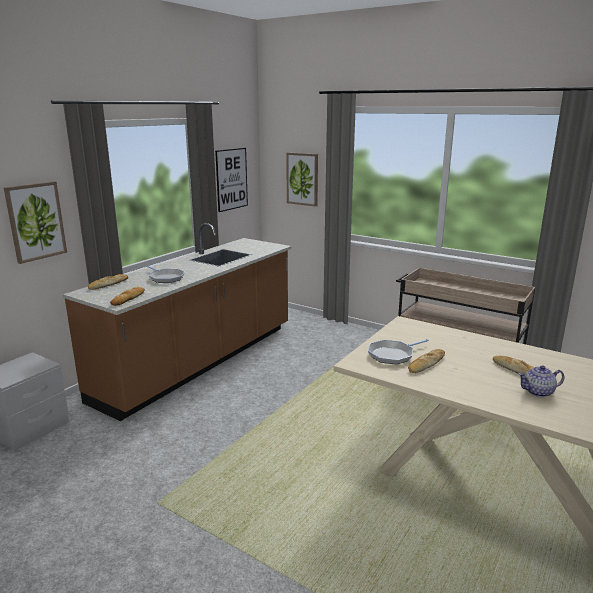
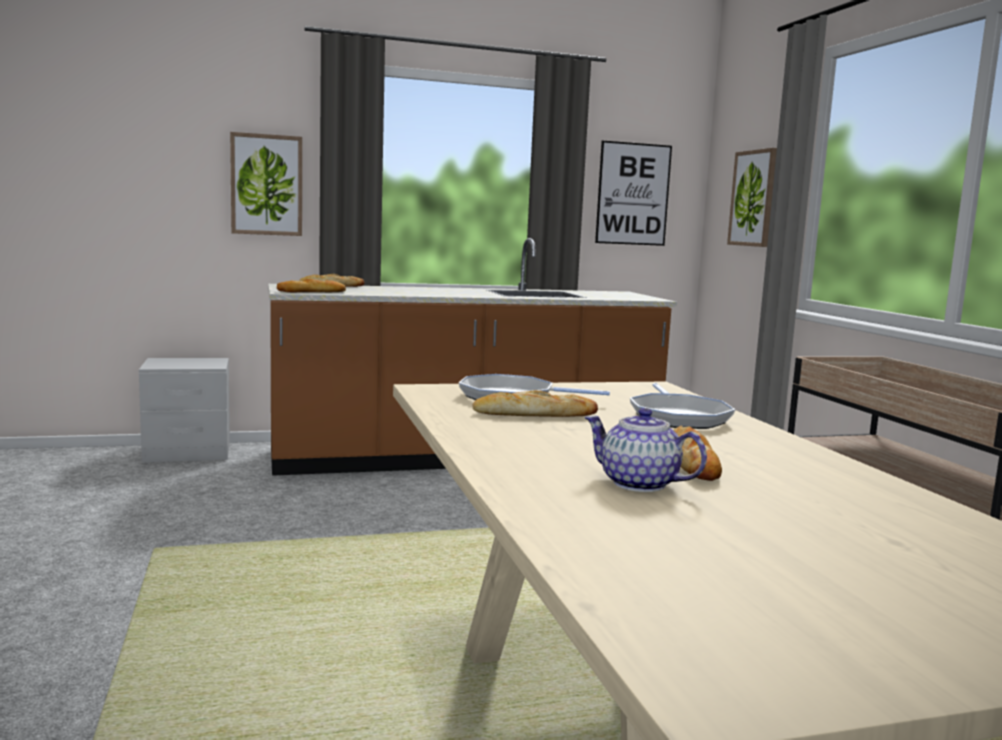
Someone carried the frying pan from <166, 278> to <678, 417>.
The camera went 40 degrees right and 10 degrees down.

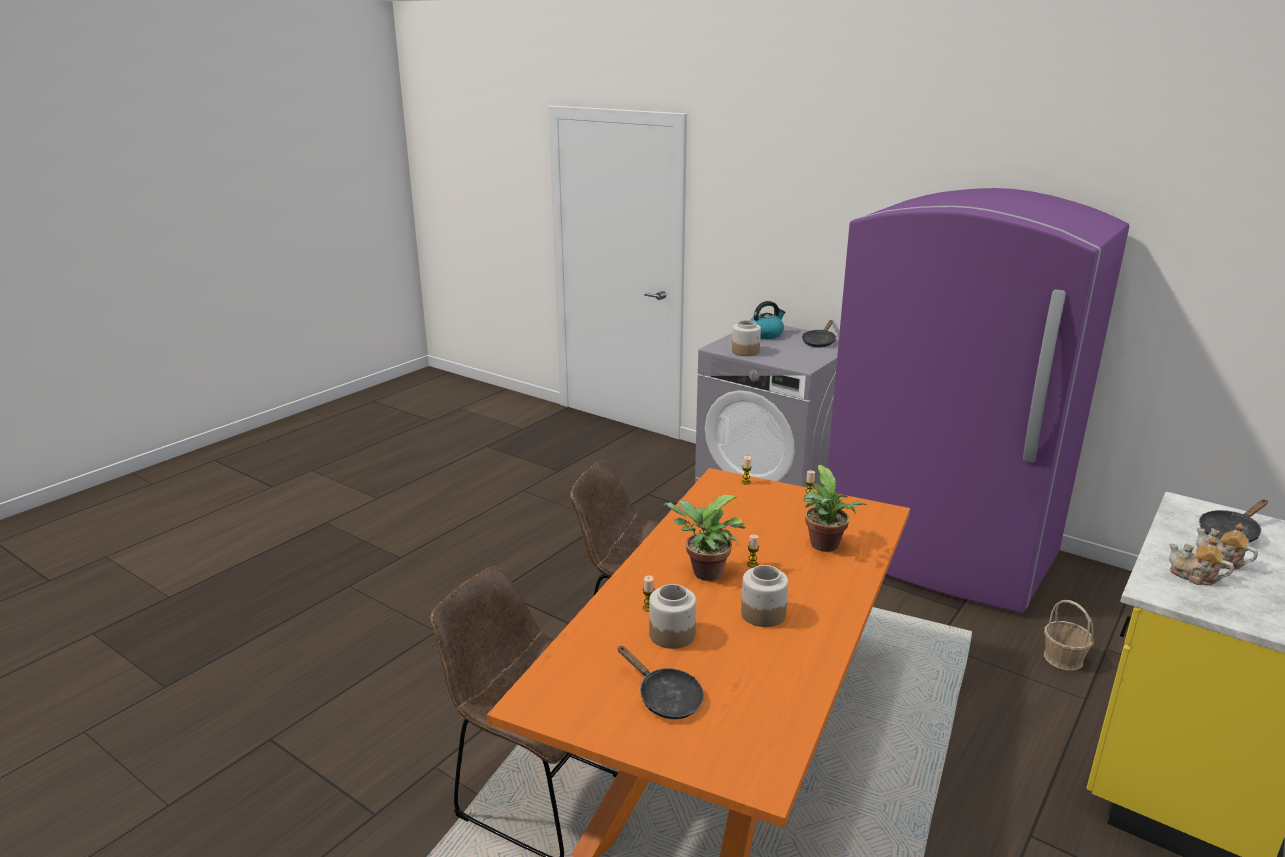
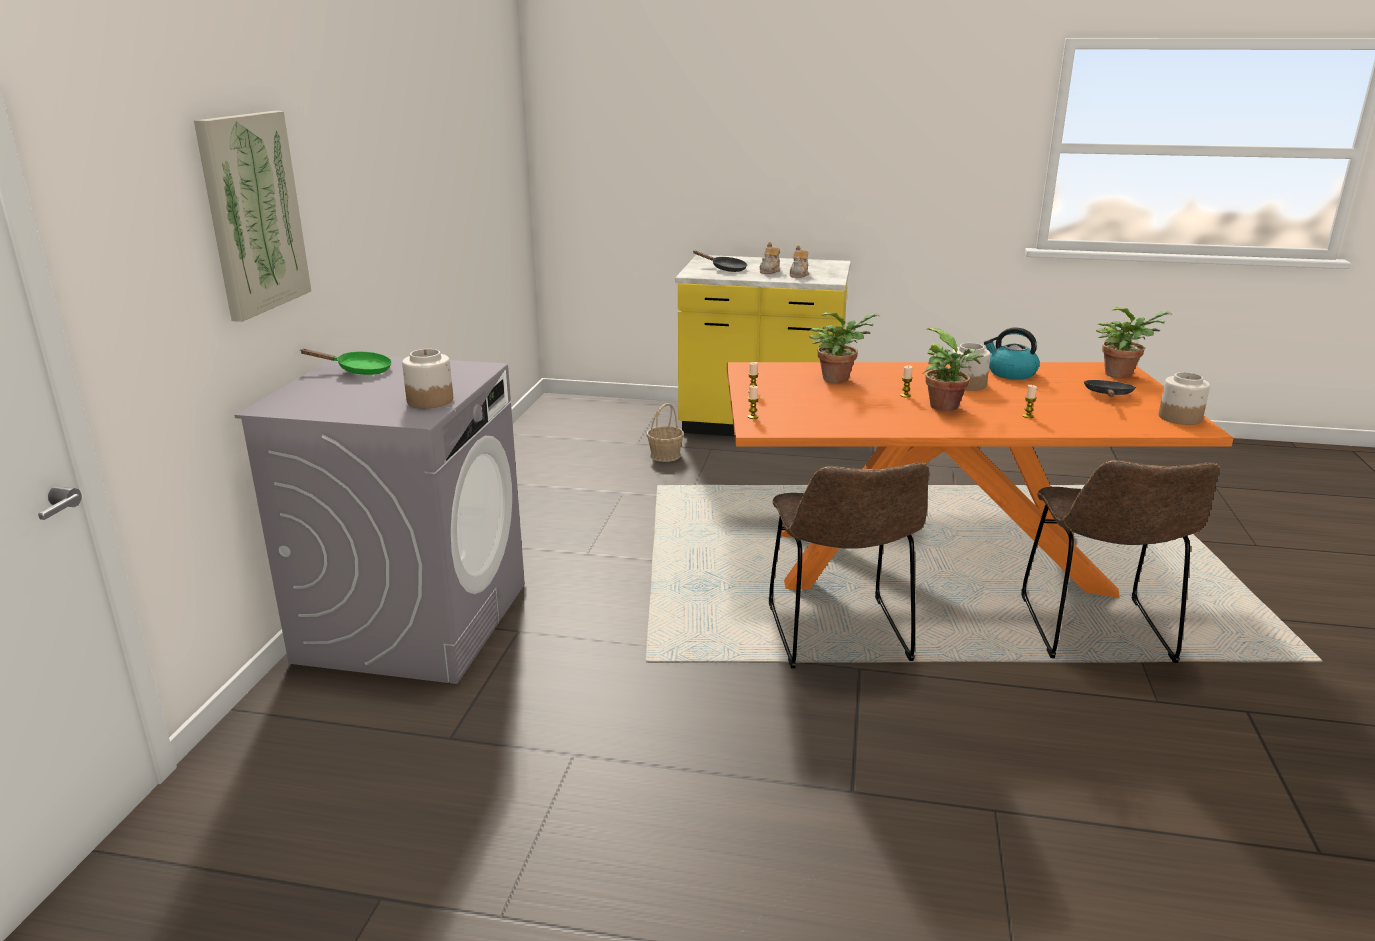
Someone put up the wall art at <252, 213>.
Someone repainted the black-coloured frying pan at <819, 342>, which became the green-coloured frying pan at <359, 370>.
Someone carried the tea kettle from <765, 334> to <1010, 373>.
Someone put down the houseplant at <1121, 374>.
Someone carried the jar from <672, 634> to <1179, 418>.
Someone took away the purple-coloured kitchen fridge at <938, 553>.
The camera went 115 degrees left and 0 degrees up.

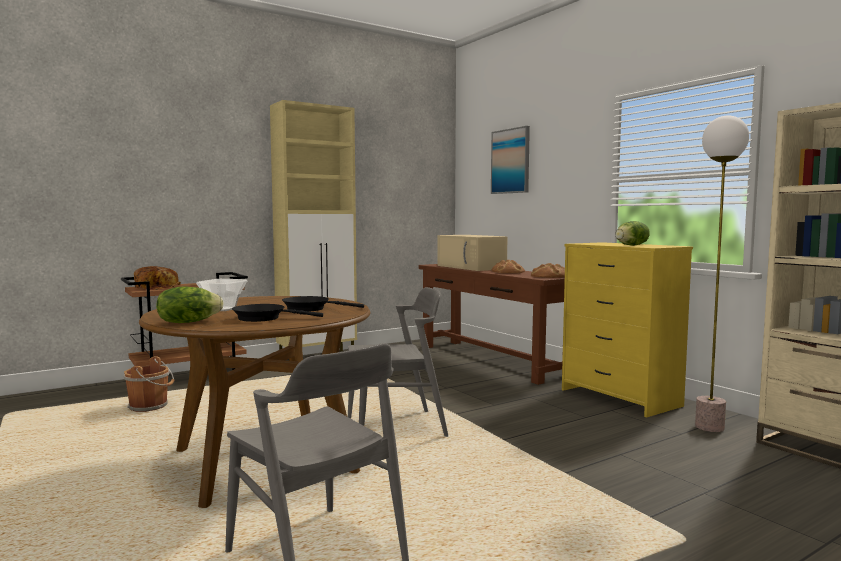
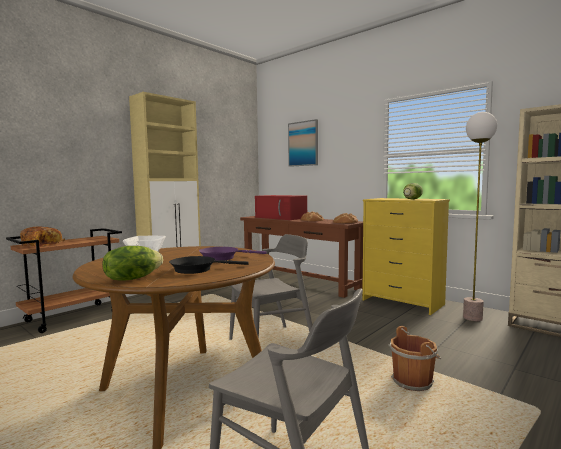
Someone repainted the black-coloured frying pan at <310, 309>, which became the purple-coloured frying pan at <222, 257>.
Someone repainted the beige-coloured kitchen microwave at <472, 267>, which became the red kitchen microwave at <281, 217>.
Someone carried the brown-coloured bucket from <150, 407> to <413, 382>.
The camera went 15 degrees left and 0 degrees up.

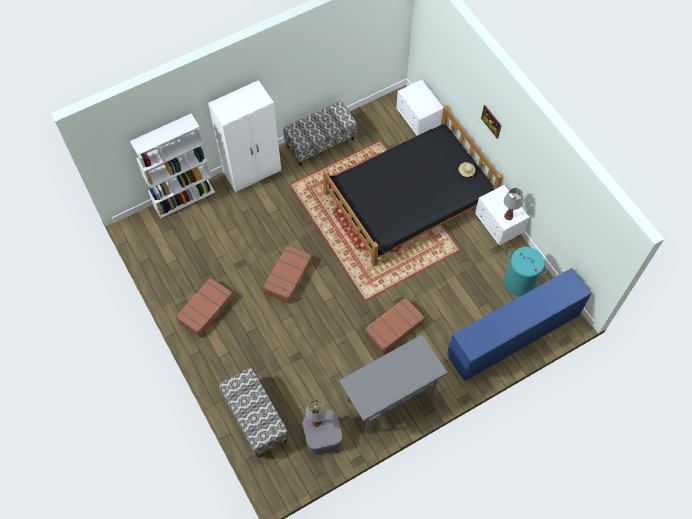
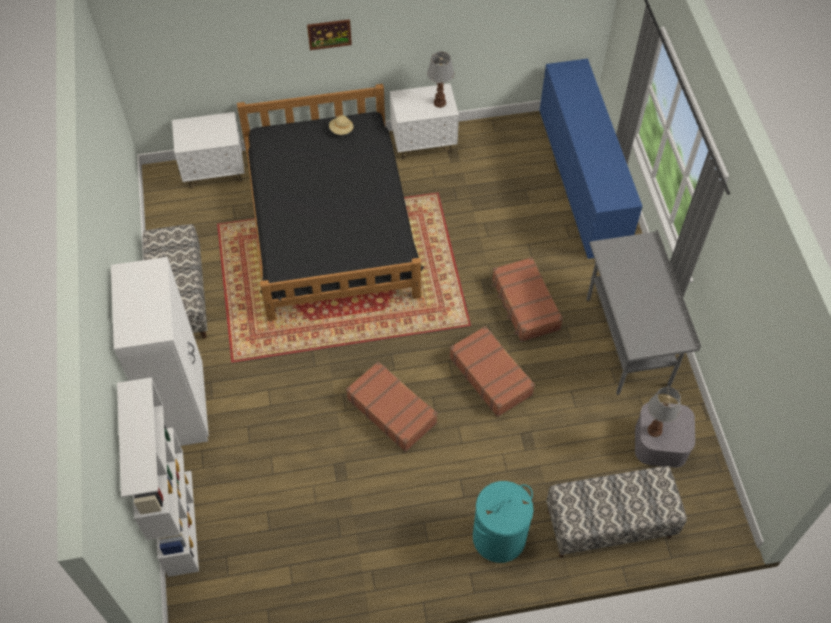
Someone carried the brown-coloured piece of luggage from <206, 310> to <491, 375>.
Someone carried the turquoise washing basket from <519, 282> to <499, 537>.
The camera went 70 degrees left and 5 degrees down.

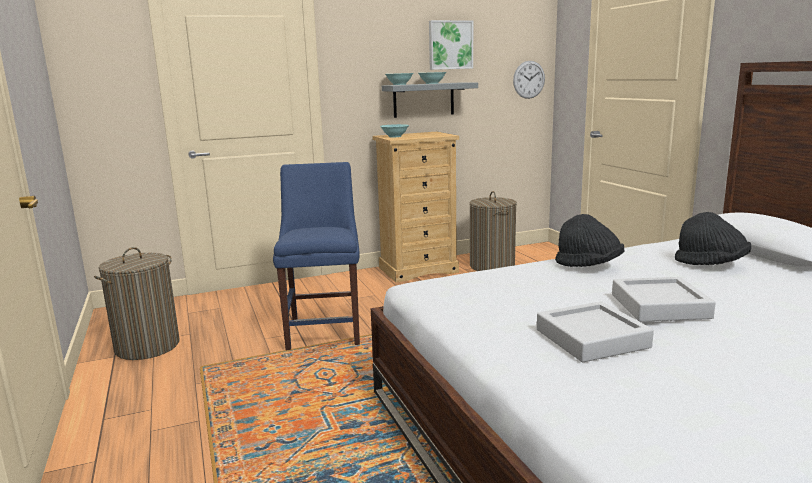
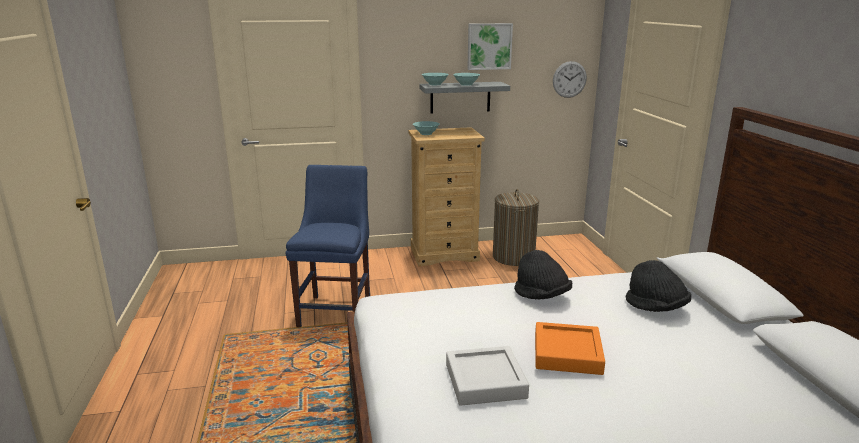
Someone repainted the gray tray at <659, 306>, which became the orange-coloured tray at <567, 354>.
Someone took away the washing basket at <147, 346>.
The camera went 10 degrees right and 5 degrees up.

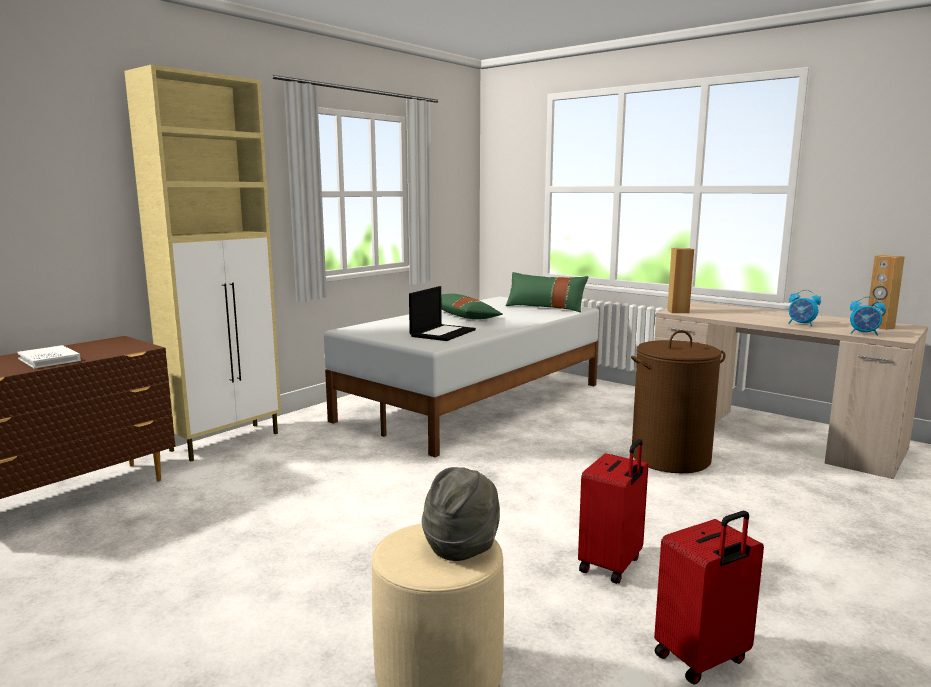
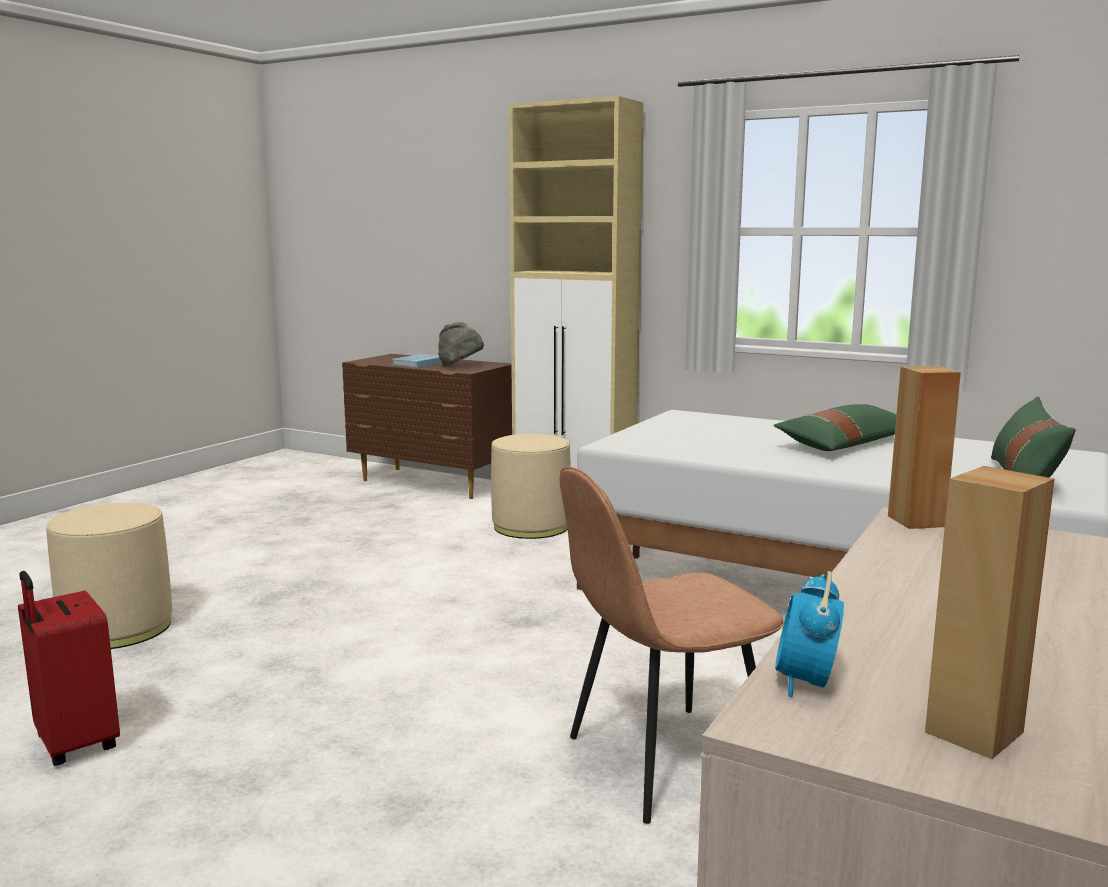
Someone repainted the whitish book at <49, 359>, which became the blue book at <419, 363>.
Someone carried the gray hat from <462, 545> to <460, 366>.
Someone put down the beige-coloured footrest at <531, 526>.
Someone swapped the brown-coloured washing basket at <670, 458> for the brown-coloured upright chair at <664, 762>.
Someone took away the portable computer at <442, 333>.
Someone took away the red piece of luggage at <612, 565>.
Someone took away the table clock at <801, 324>.
The camera went 80 degrees right and 0 degrees up.

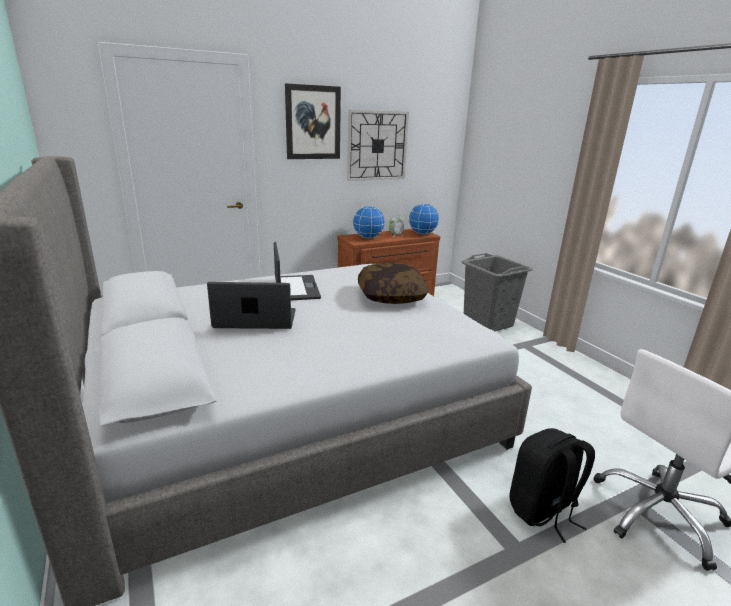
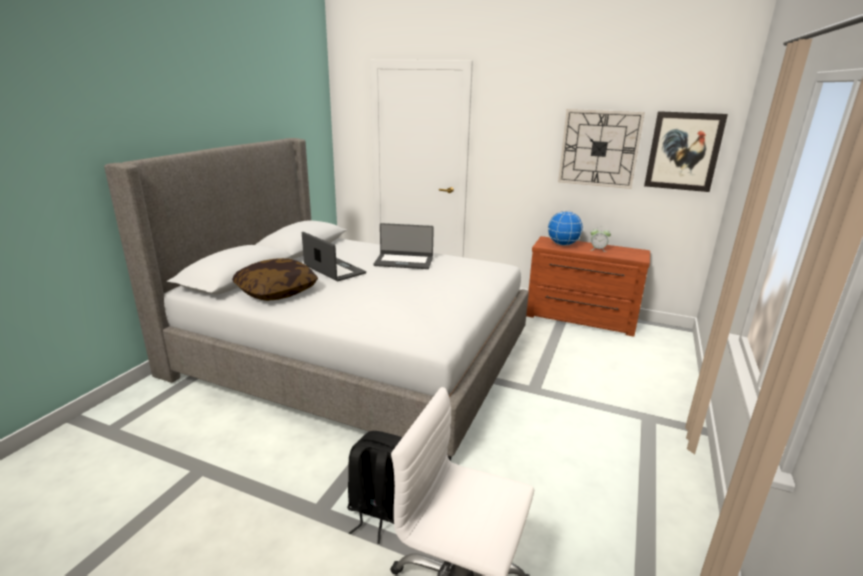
Someone carried the pillow from <390, 296> to <277, 291>.
Someone rotated the portable computer at <295, 288> by 60 degrees clockwise.
Someone carried the wall art from <313, 122> to <683, 151>.
Someone took away the world globe at <422, 233>.
Someone took away the gray washing basket at <487, 323>.
The camera went 50 degrees right and 0 degrees up.

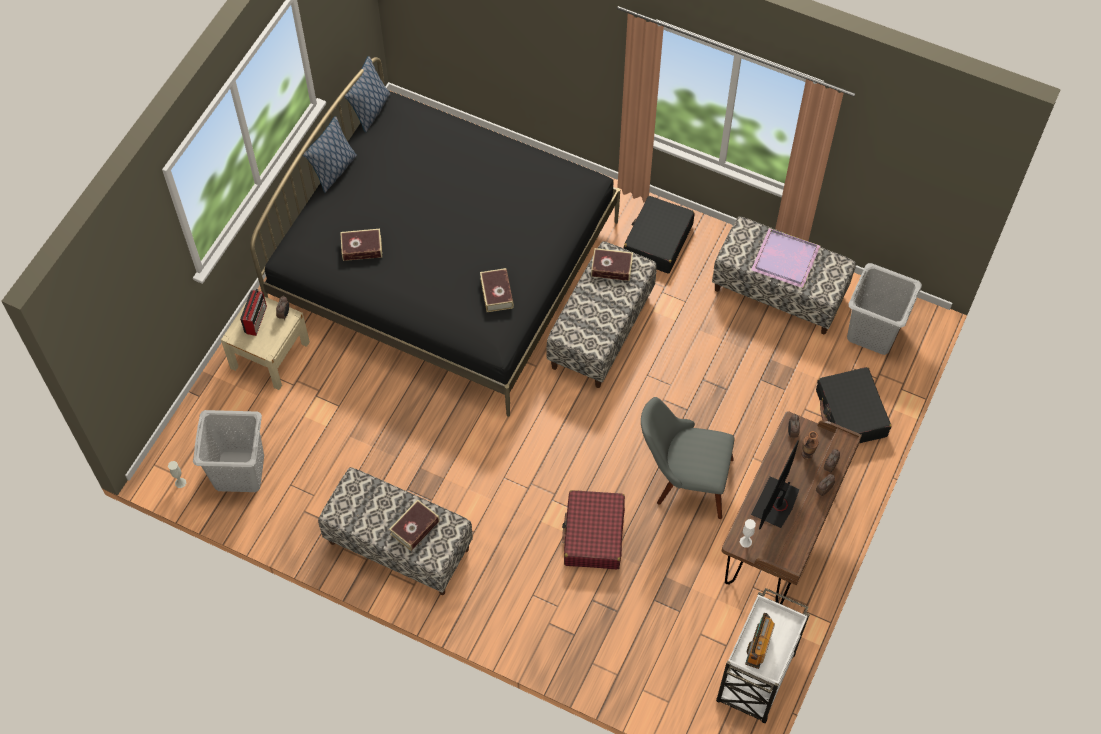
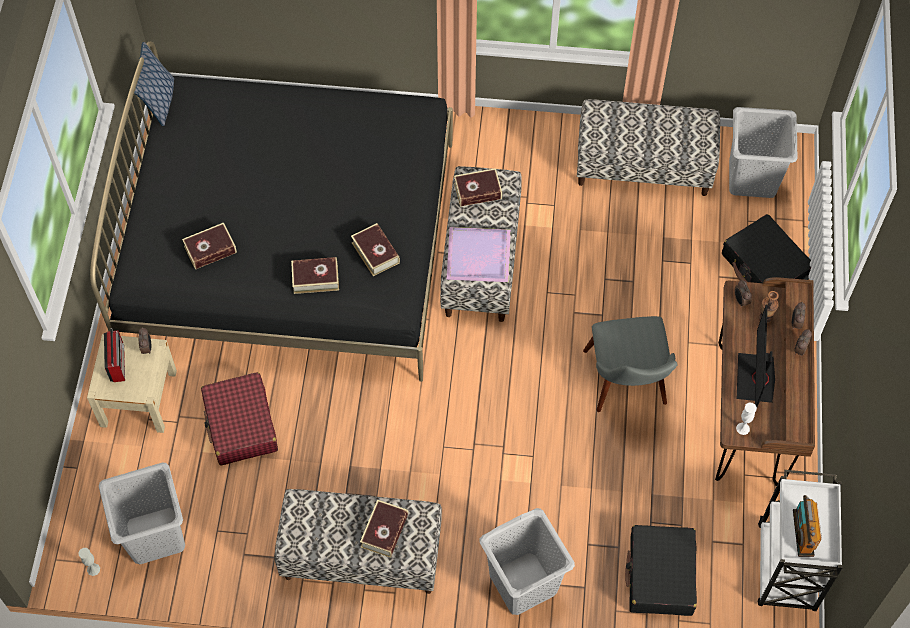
Someone carried the red piece of luggage from <593, 535> to <241, 425>.
Someone put down the book at <315, 278>.
Someone carried the purple-coloured tray from <786, 260> to <480, 257>.
Someone put down the gray washing basket at <523, 583>.
Someone rotated the gray upright chair at <683, 479> by 90 degrees counterclockwise.
Someone carried the black-coloured piece of luggage from <657, 241> to <660, 576>.
Someone took away the pillow at <333, 171>.
The camera went 20 degrees left and 0 degrees up.

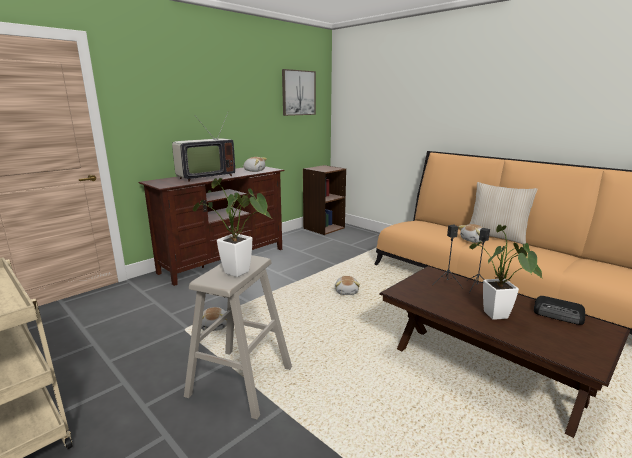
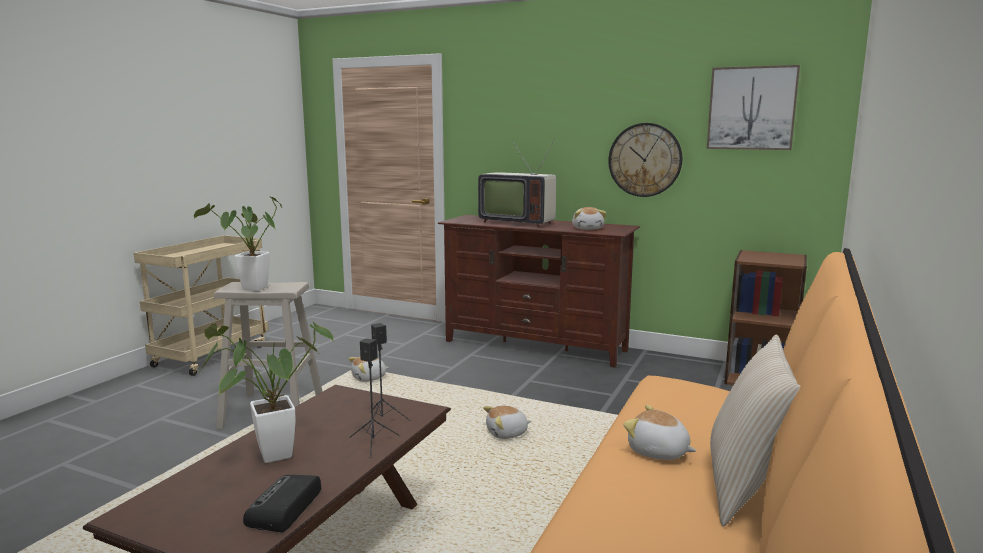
Someone put up the clock on the wall at <645, 160>.
The camera went 70 degrees right and 5 degrees down.

